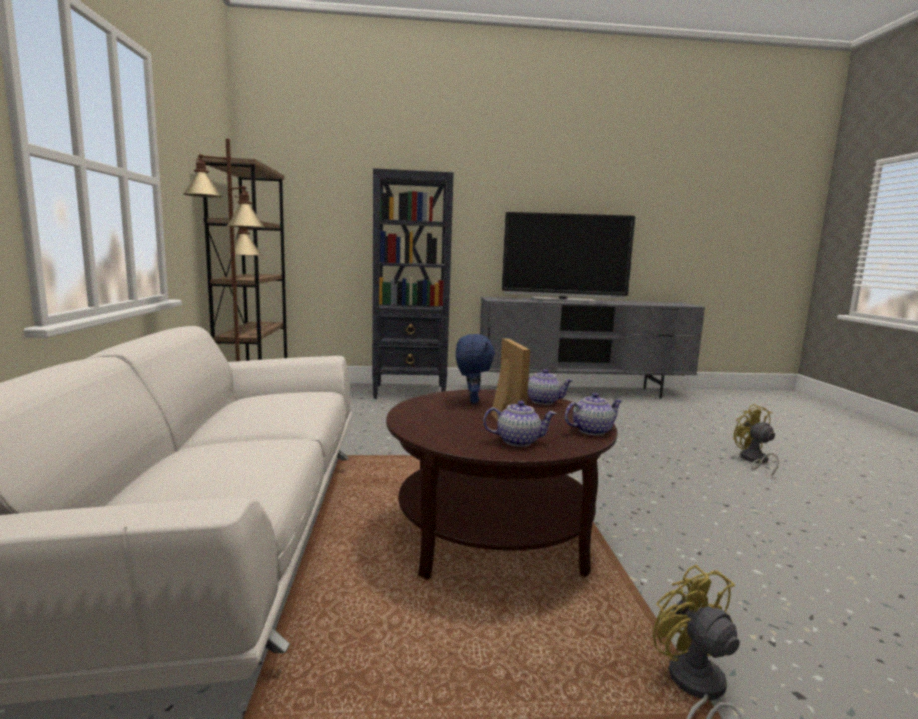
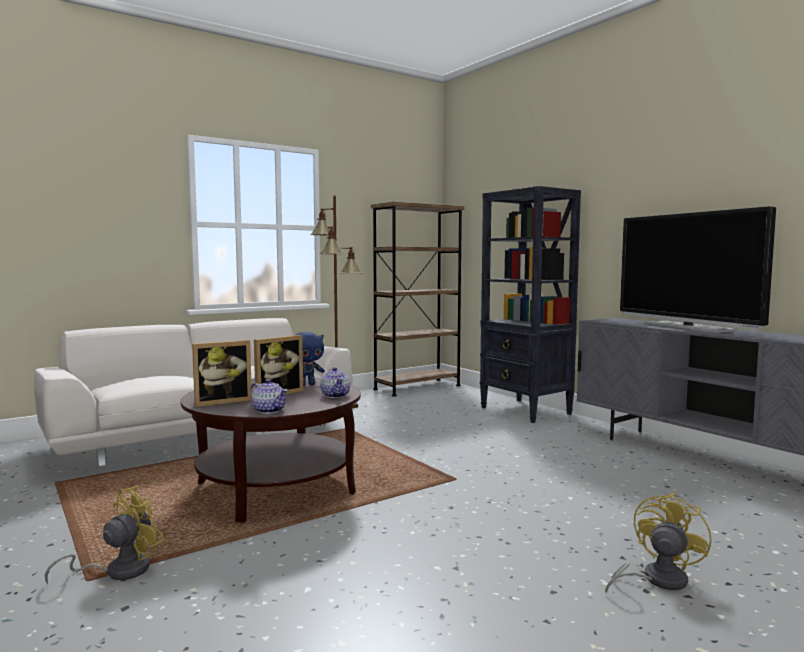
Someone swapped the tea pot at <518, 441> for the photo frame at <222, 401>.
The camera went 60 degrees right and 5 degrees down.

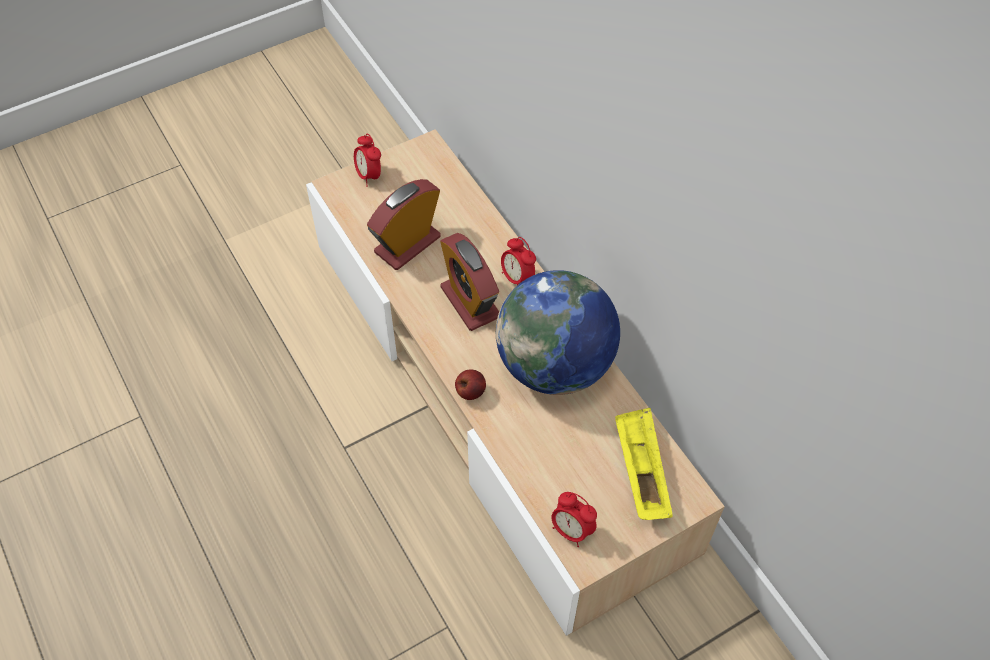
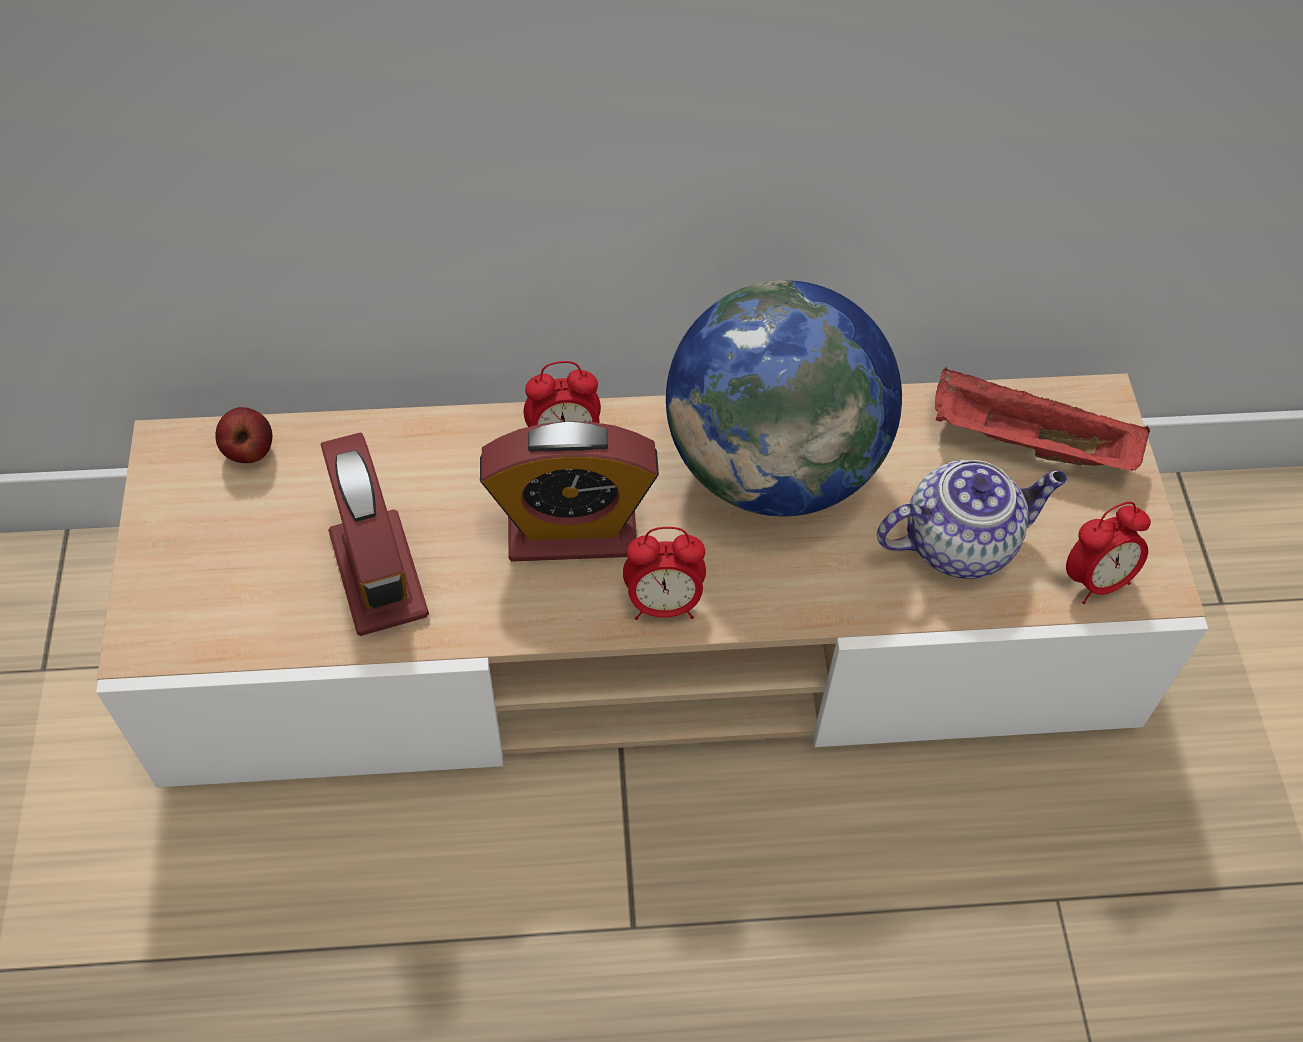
Someone carried the apple fruit from <470, 392> to <249, 452>.
Someone carried the table clock from <369, 175> to <663, 603>.
Someone put down the tea pot at <960, 542>.
Someone repainted the yellow tray at <640, 471>, which became the red tray at <1026, 445>.
The camera went 65 degrees left and 0 degrees up.

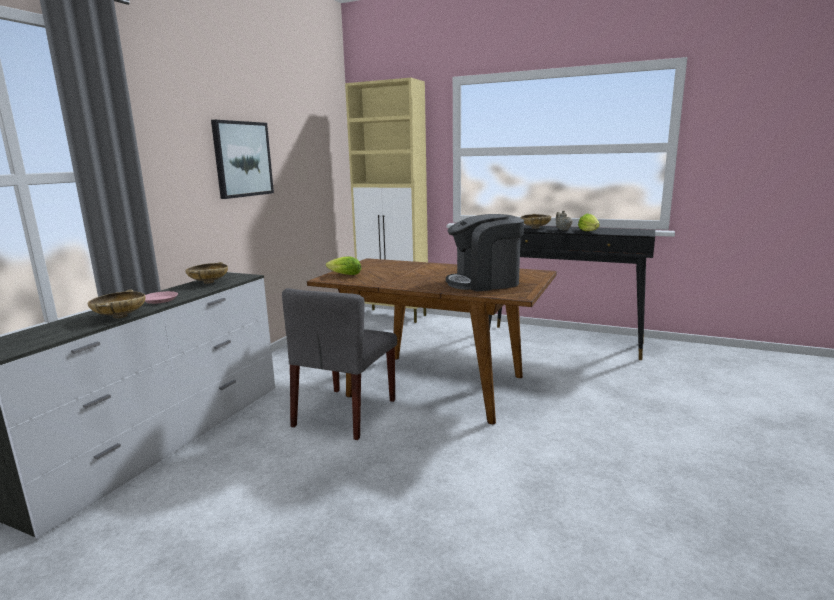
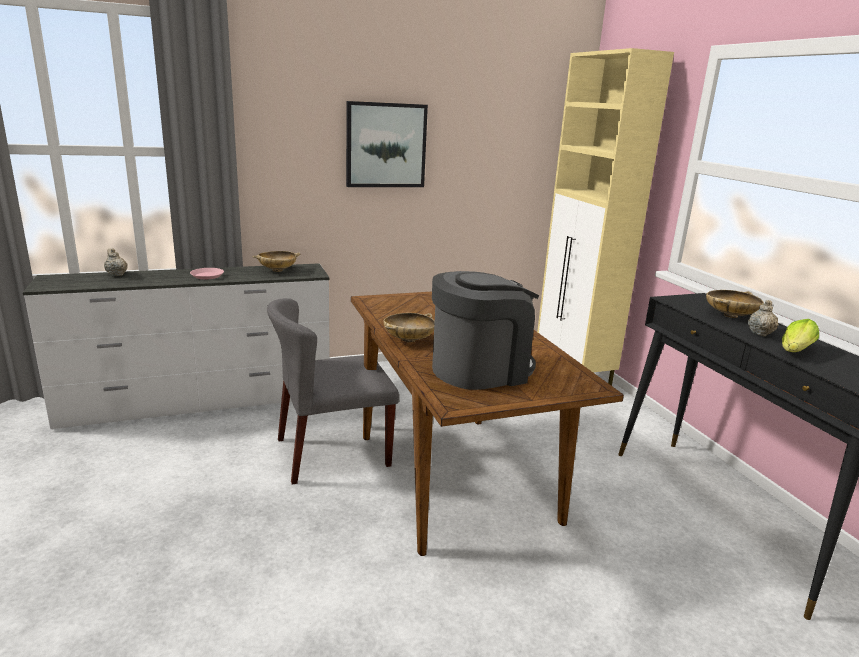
Someone put down the beige-coloured tea pot at <116, 274>.
Someone carried the beige-coloured serving bowl from <120, 316> to <408, 340>.
Someone rotated the coffee brewer at <485, 282> by 120 degrees clockwise.
Someone took away the lettuce at <343, 275>.
The camera went 45 degrees right and 5 degrees up.

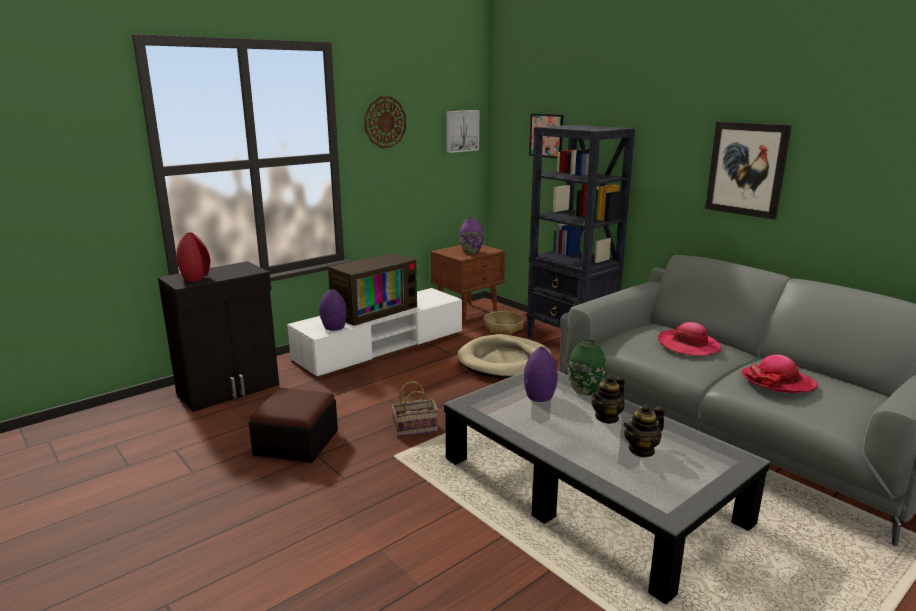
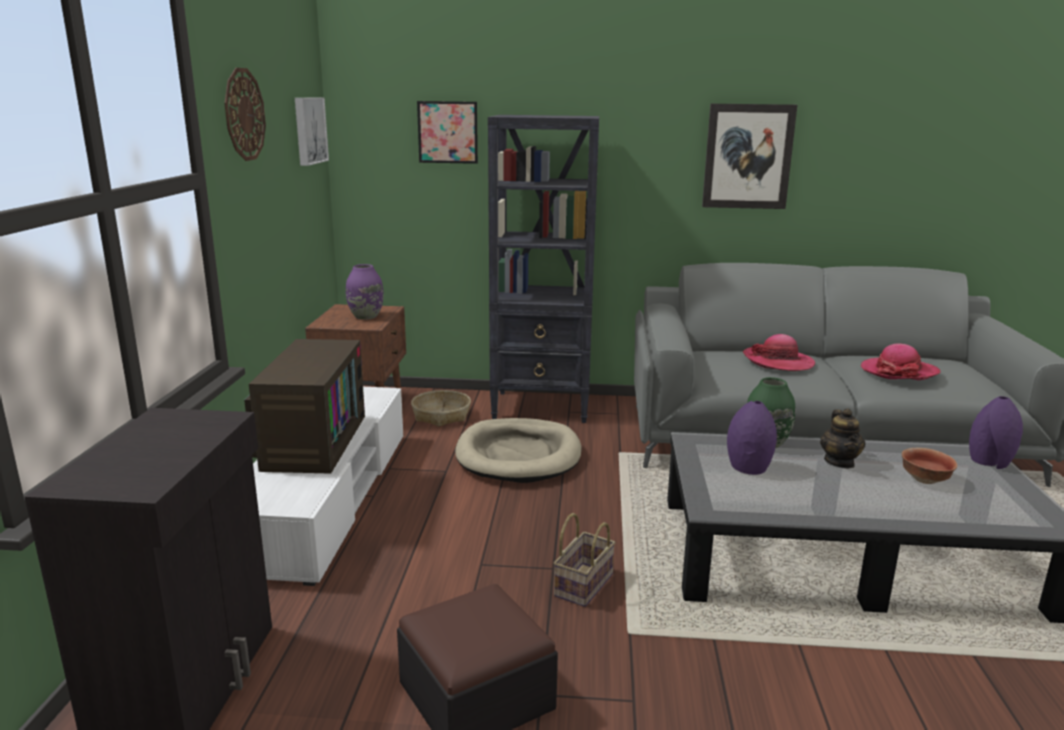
Someone swapped the tea pot at <641, 450> for the serving bowl at <925, 480>.
Someone carried the purple-coloured decorative vase from <334, 328> to <990, 462>.
Someone took away the red decorative vase at <195, 278>.
The camera went 45 degrees left and 0 degrees up.

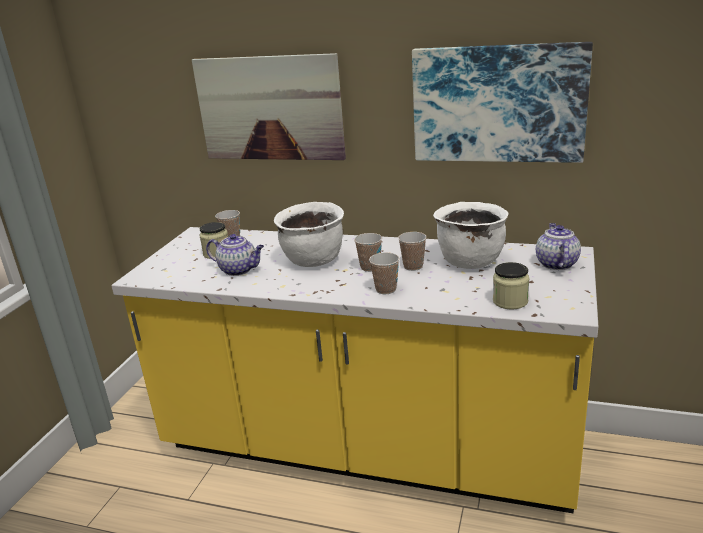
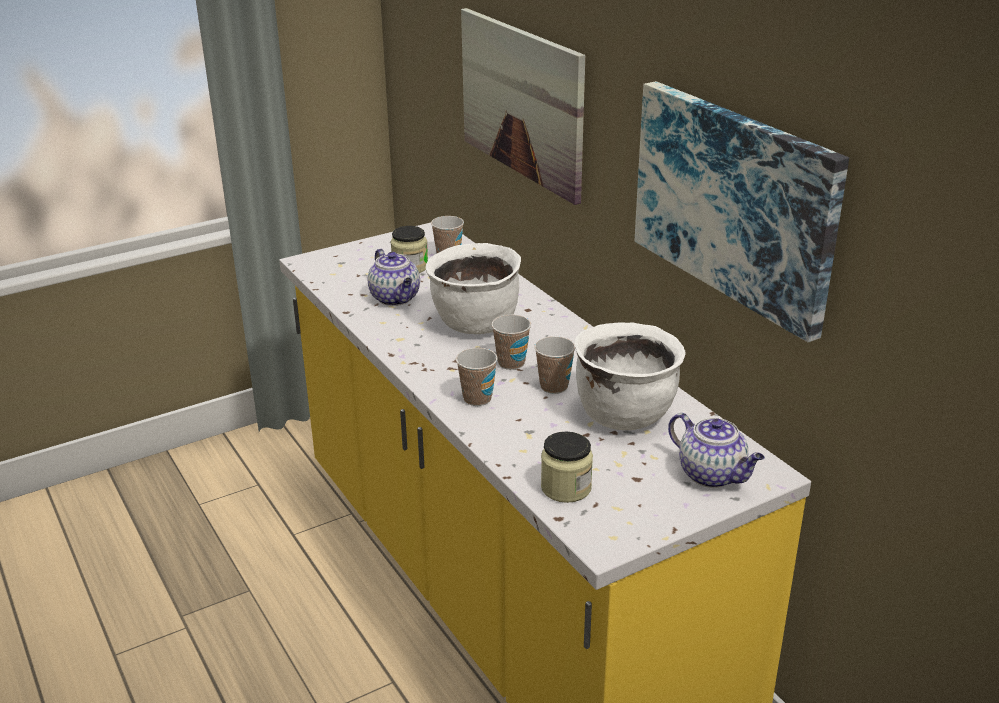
Someone rotated the tea pot at <556, 264> by 90 degrees clockwise.
The camera went 40 degrees right and 5 degrees up.

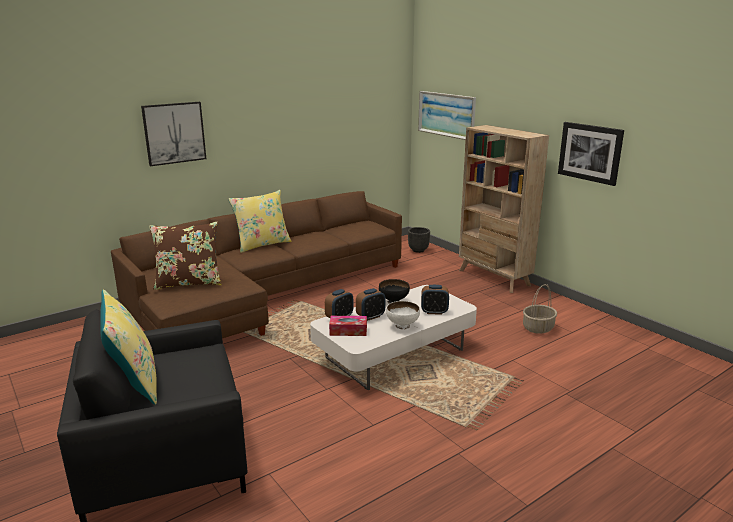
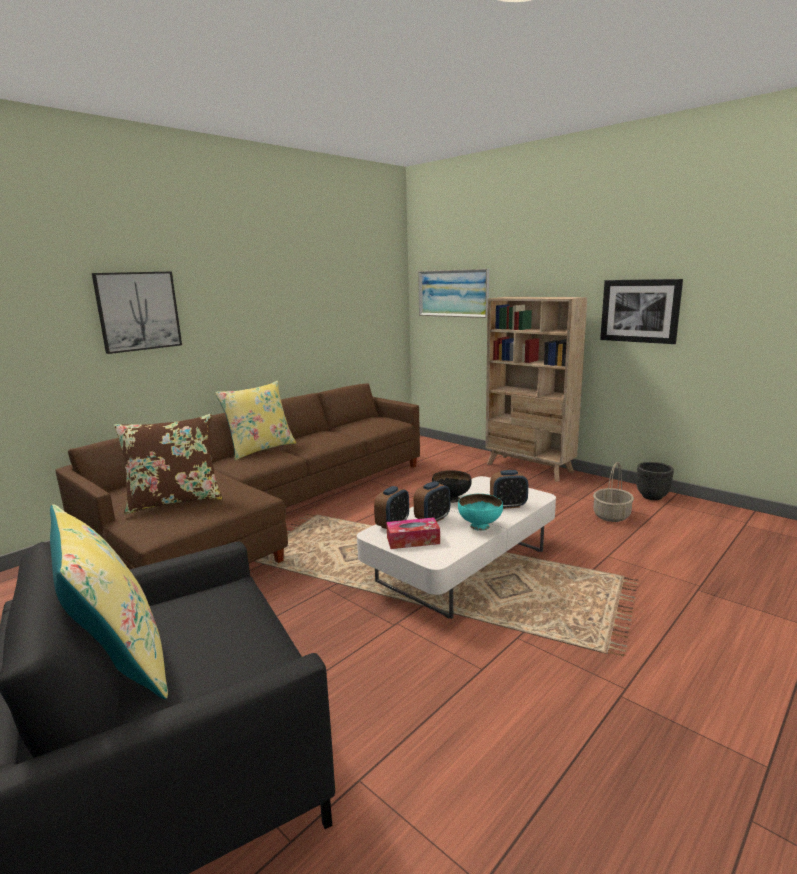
Someone repainted the whitish serving bowl at <402, 326>, which became the turquoise serving bowl at <479, 526>.
Someone carried the black-coloured planter from <418, 250> to <652, 496>.
The camera went 10 degrees left and 5 degrees down.

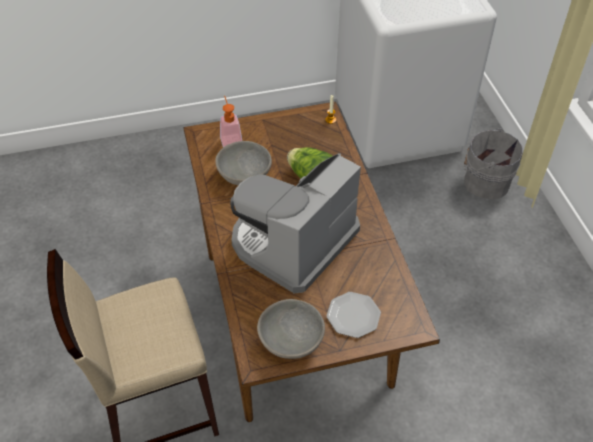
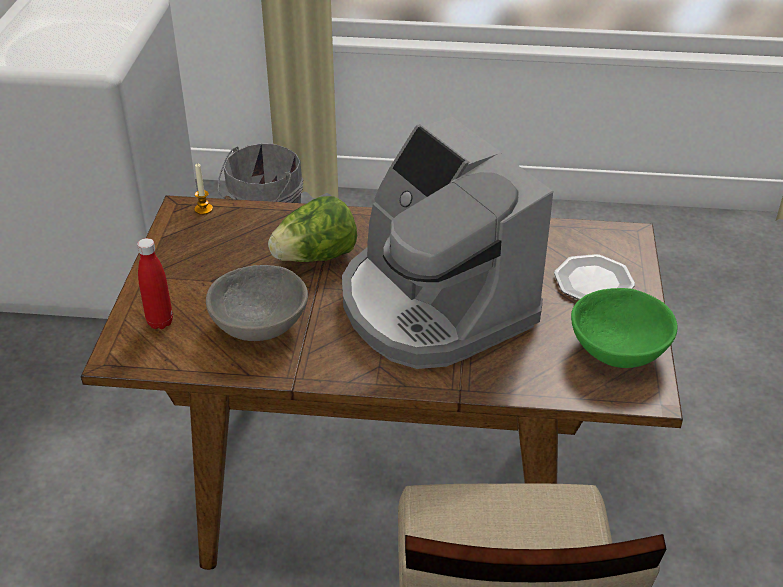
Someone swapped the liquid soap bottle at <230, 138> for the red drink bottle at <160, 322>.
Someone repainted the gray serving bowl at <292, 340>, which became the green-coloured serving bowl at <617, 349>.
The camera went 70 degrees left and 10 degrees down.

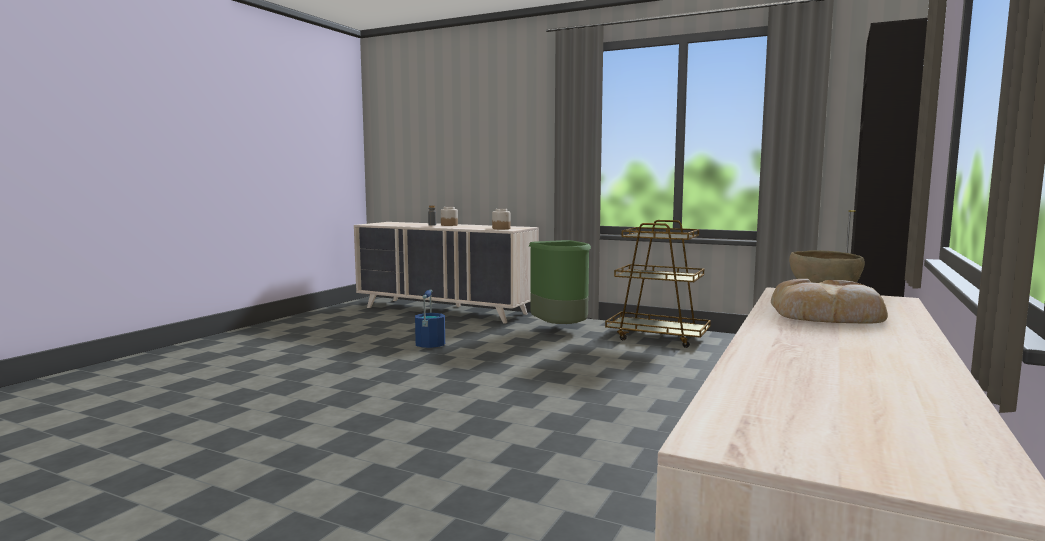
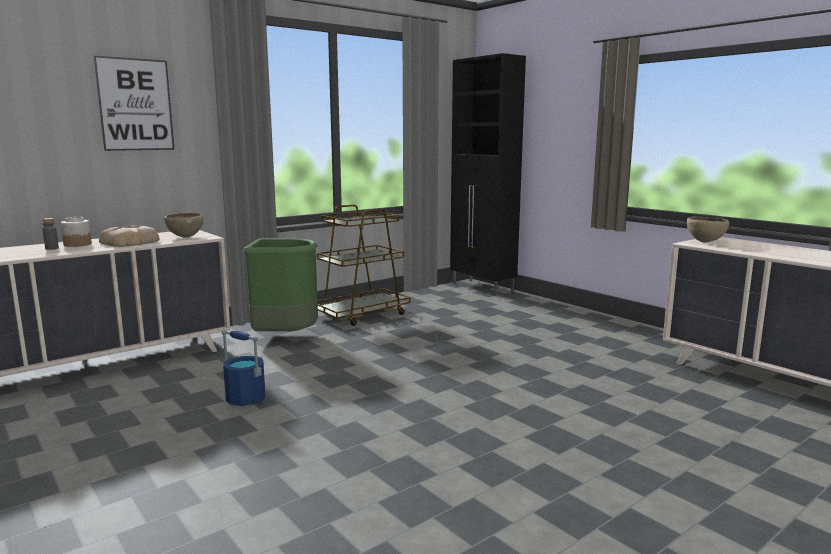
Someone put up the wall art at <135, 104>.
Someone carried the baked bread from <828, 314> to <131, 242>.
Someone swapped the jar at <501, 228> for the brown-coloured serving bowl at <185, 237>.
The camera went 65 degrees left and 5 degrees up.

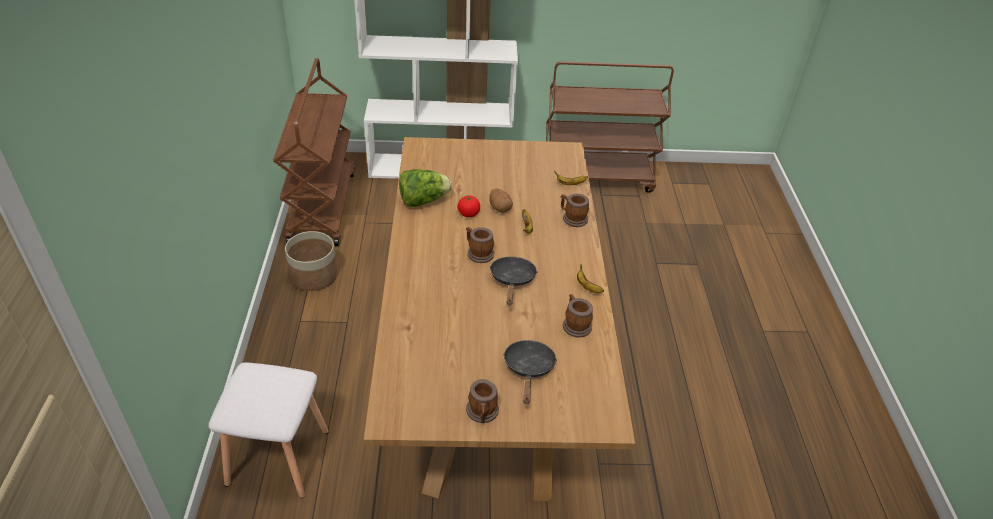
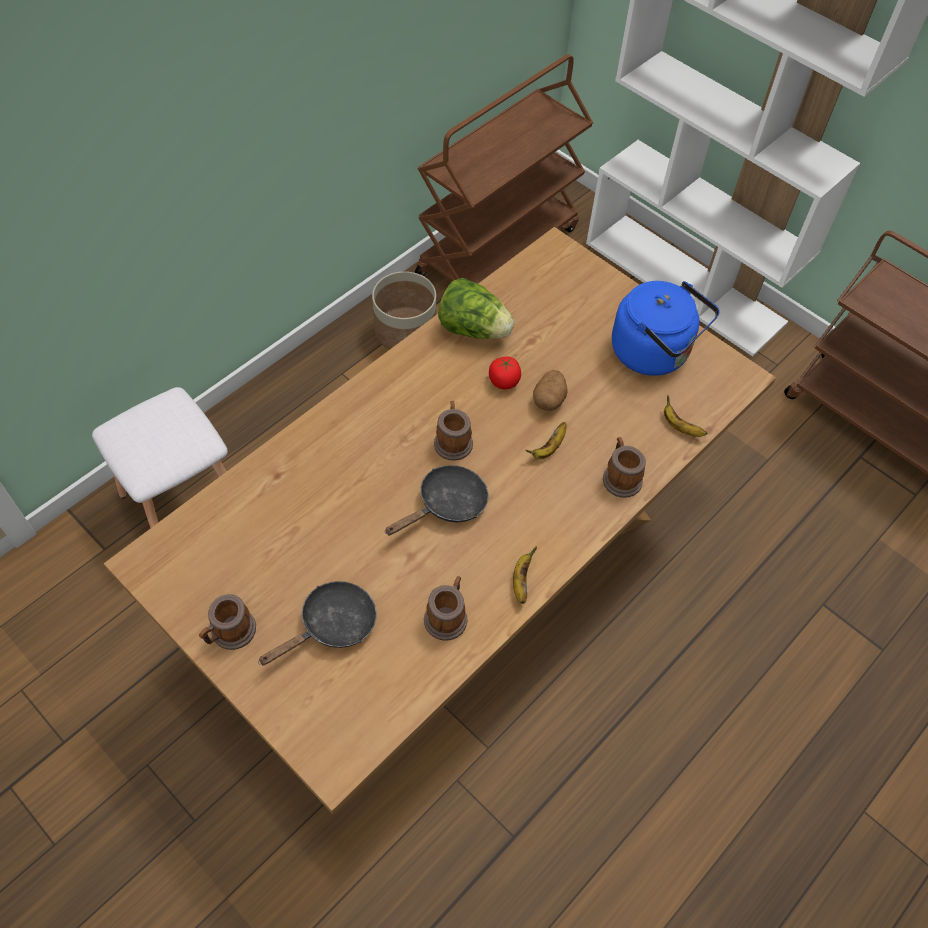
Someone put down the blue tea kettle at <654, 353>.
The camera went 45 degrees right and 15 degrees up.

